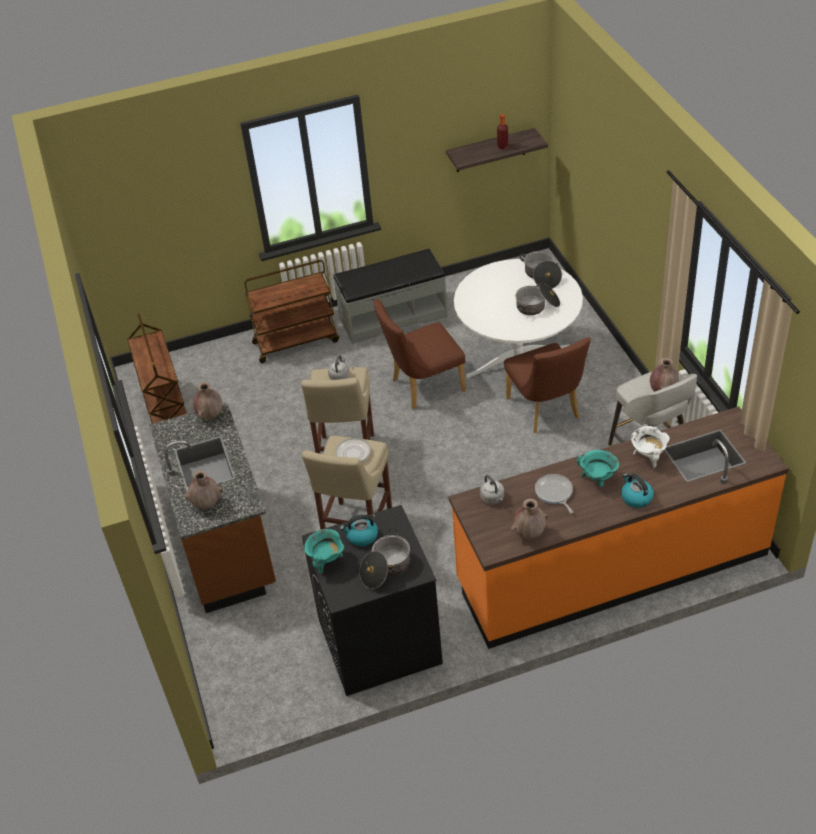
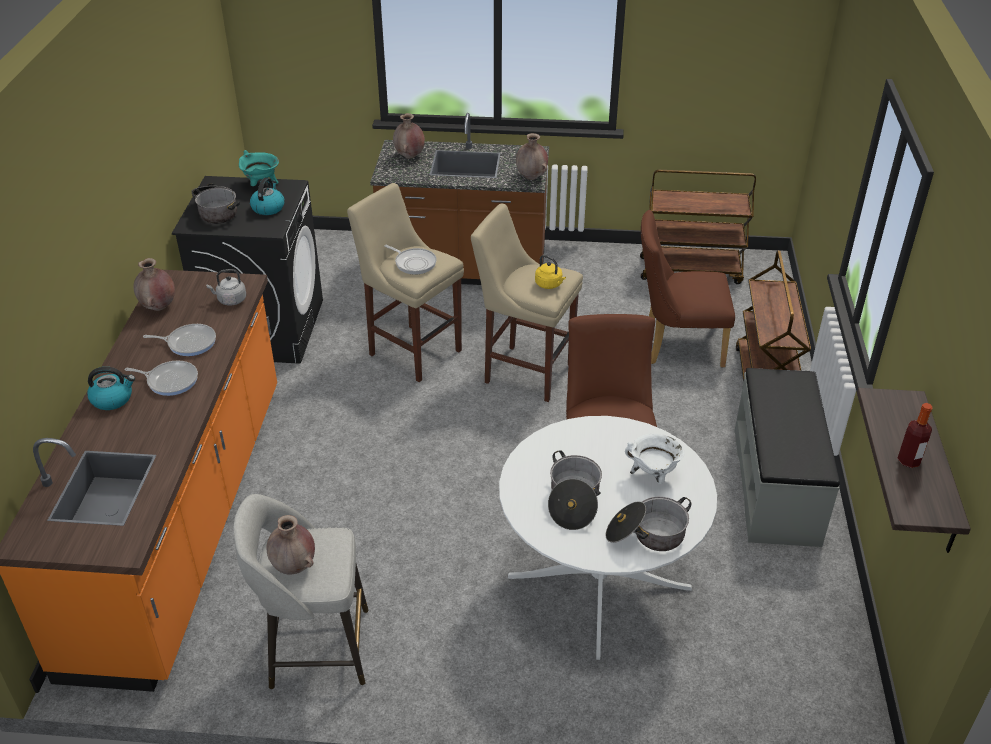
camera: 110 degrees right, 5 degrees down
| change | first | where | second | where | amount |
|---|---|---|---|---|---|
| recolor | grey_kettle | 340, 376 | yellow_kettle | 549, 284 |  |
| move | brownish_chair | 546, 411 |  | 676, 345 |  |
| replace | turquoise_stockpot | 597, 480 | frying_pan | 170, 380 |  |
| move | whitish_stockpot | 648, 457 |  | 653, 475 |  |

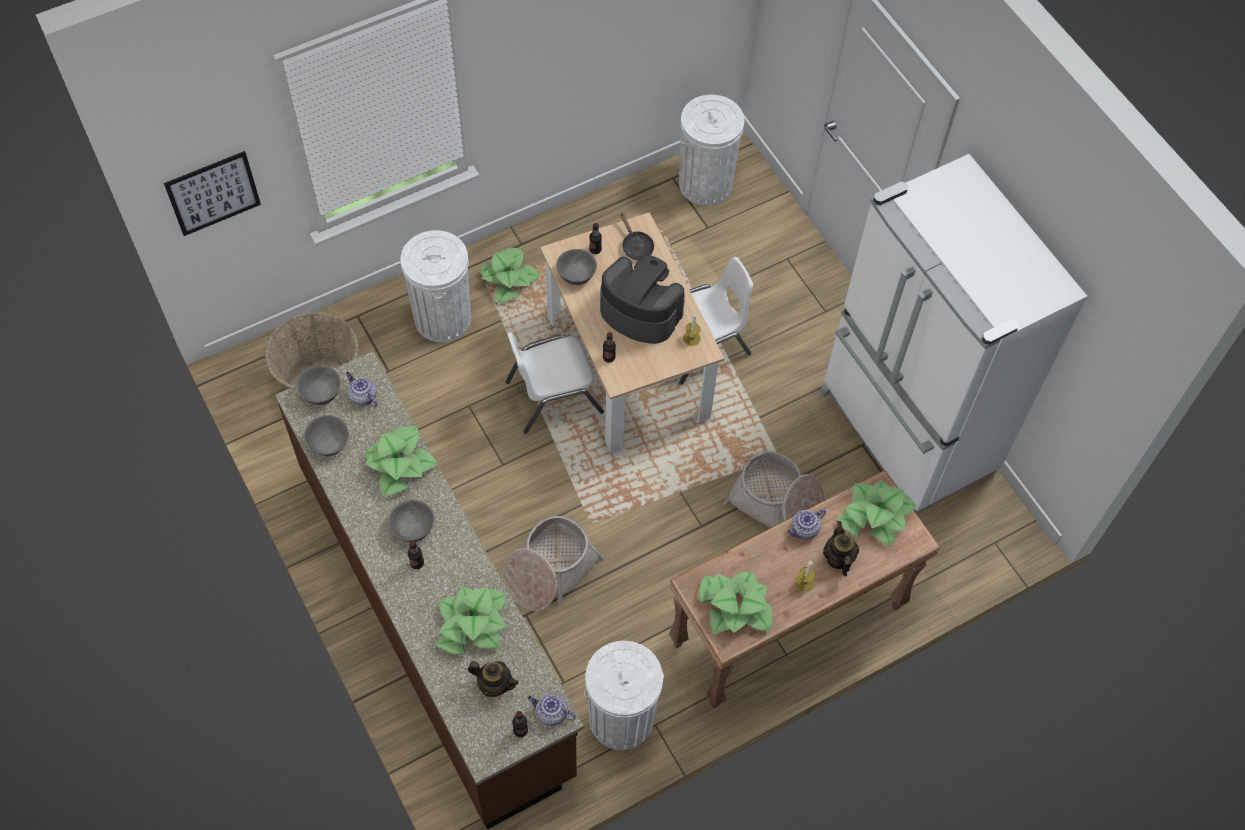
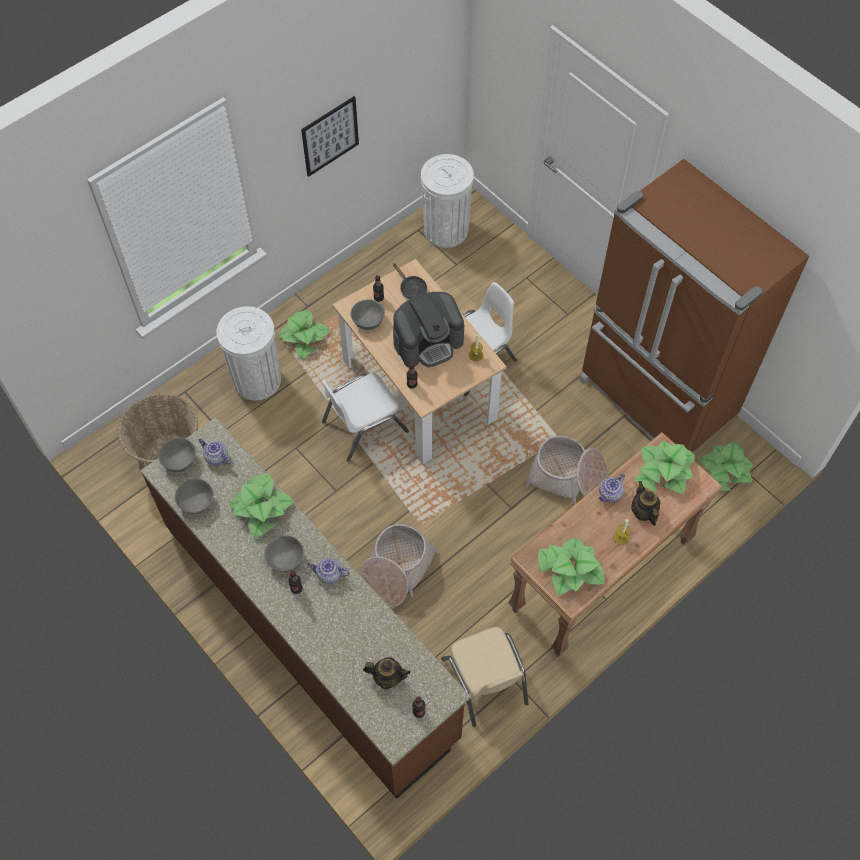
camera: 10 degrees left, 0 degrees up
| change | first | where | second | where | amount |
|---|---|---|---|---|---|
| move | wall_picture | 213, 193 |  | 330, 136 |  |
| move | houseplant | 472, 624 |  | 725, 470 |  |
| move | tea_pot | 551, 713 |  | 329, 574 |  |
| replace | whitish_rubbish_bin | 621, 718 | beige-coloured_chair | 485, 681 |  |
| rotate | coffee_machine | 640, 312 |  | 428, 342 | 135 degrees clockwise |
| recolor | whitish_refrigerator | 905, 433 | brownish_refrigerator | 655, 400 |  |

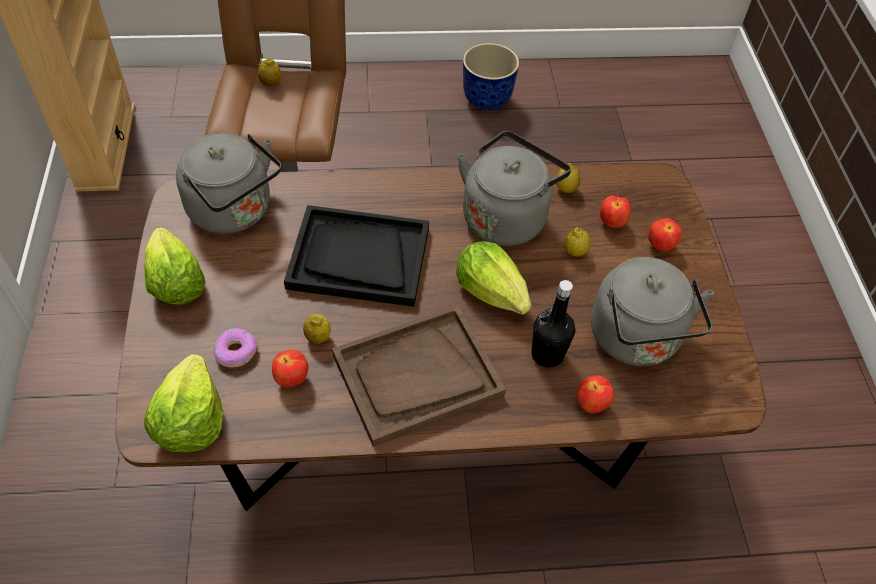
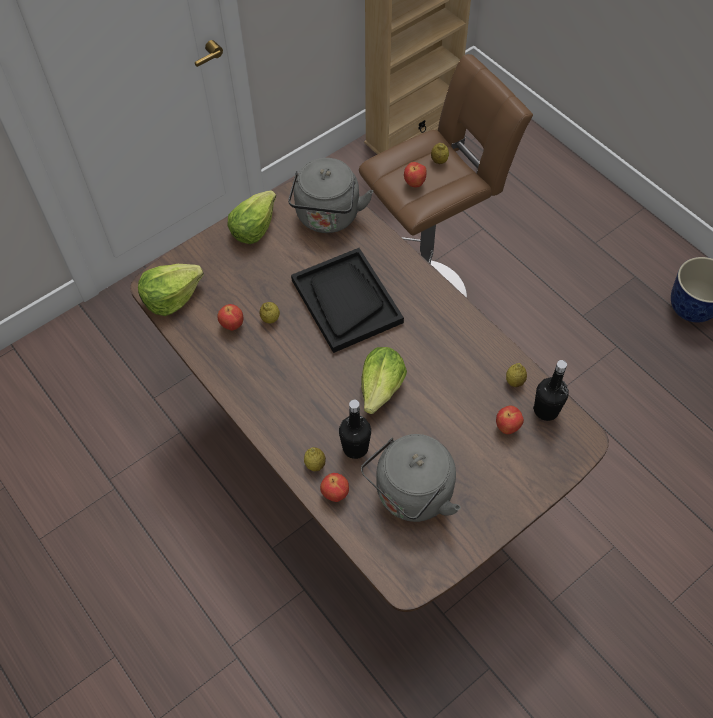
camera: 60 degrees right, 5 degrees up
| change | first | where | second | where | amount |
|---|---|---|---|---|---|
| delete | doughnut | 235, 351 |  |  |  |
| delete | brownish_serving_tray | 417, 376 |  |  |  |
| delete | grey_kettle | 506, 216 |  |  |  |
| move | citrus_fruit | 575, 252 |  | 315, 464 |  |
| move | whole_apple | 660, 246 |  | 414, 184 |  |
| insert |  |  | black_drink_bottle | 546, 410 |  |

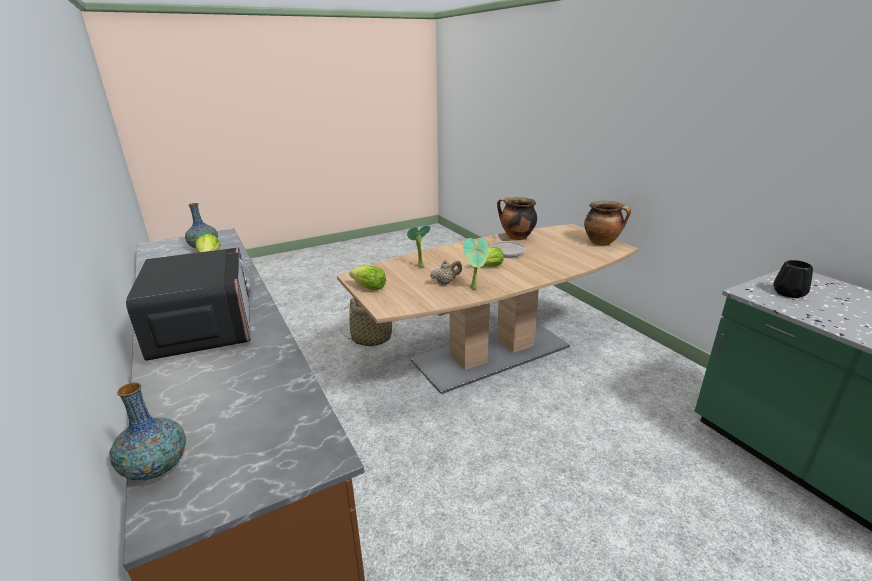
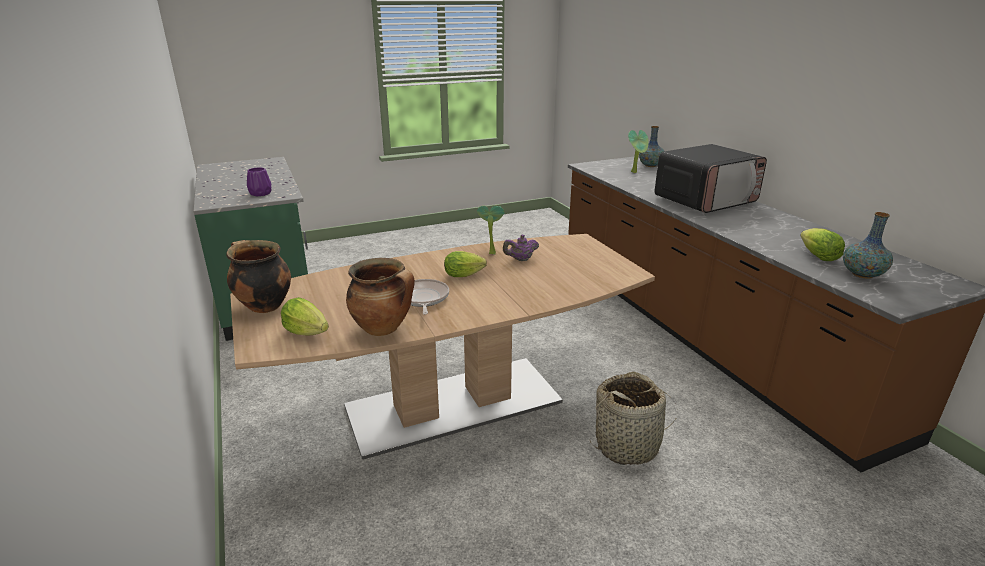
camera: 175 degrees left, 0 degrees up
| change | first | where | second | where | amount |
|---|---|---|---|---|---|
| rotate | kitchen_microwave | 204, 328 |  | 705, 200 | 105 degrees counterclockwise |
| move | lettuce_head | 369, 288 |  | 306, 332 |  |
| move | houseplant | 419, 266 |  | 635, 172 |  |
| recolor | beige-coloured_tea_pot | 446, 282 | purplish_tea_pot | 520, 259 |  |
| recolor | black_flower_vase | 789, 293 | purplish_flower_vase | 260, 193 |  |

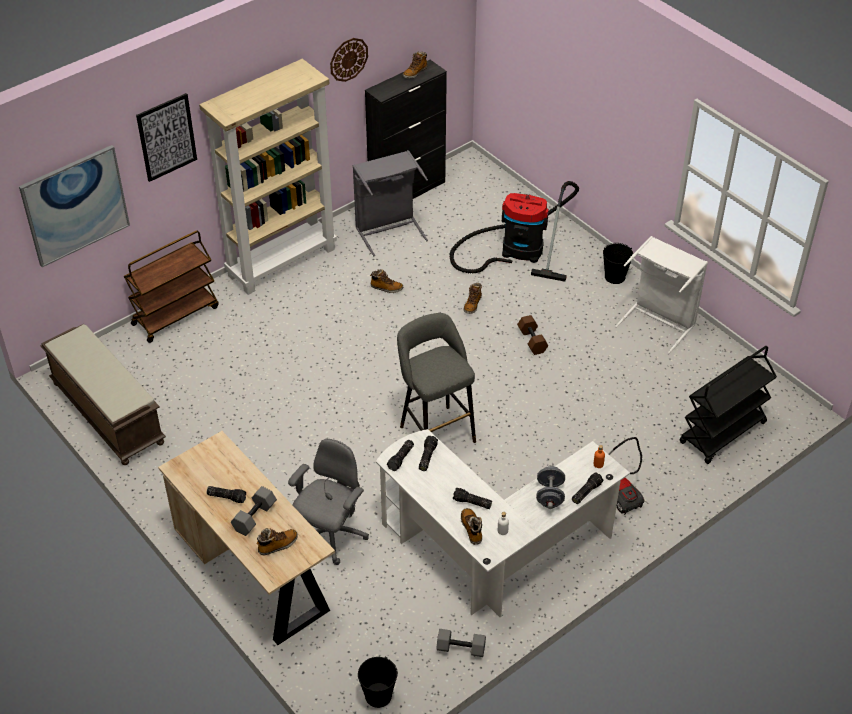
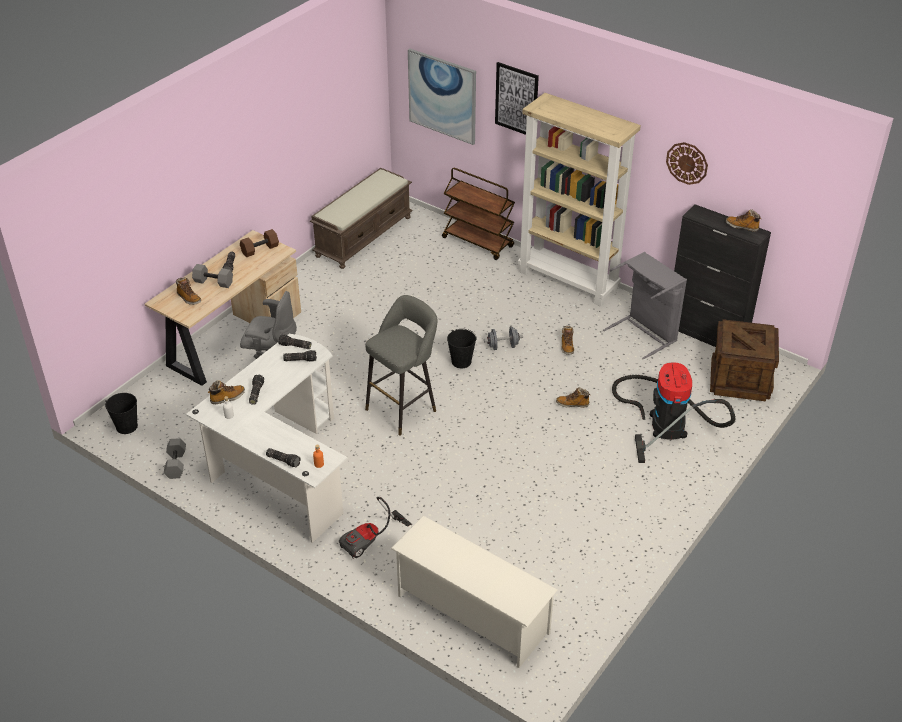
camera: 75 degrees right, 5 degrees down
| change | first | where | second | where | amount |
|---|---|---|---|---|---|
| move | brownish_free_weight | 531, 340 |  | 260, 249 |  |
| move | grey_free_weight | 550, 495 |  | 503, 346 |  |
| move | black_bucket | 615, 277 |  | 461, 362 |  |
| delete | whitish_washing_basket | 659, 321 |  |  |  |
| replace | black_trolley | 722, 434 | whitish_shoe_stand | 471, 614 |  |
| insert |  |  | packing_crate | 740, 380 |  |

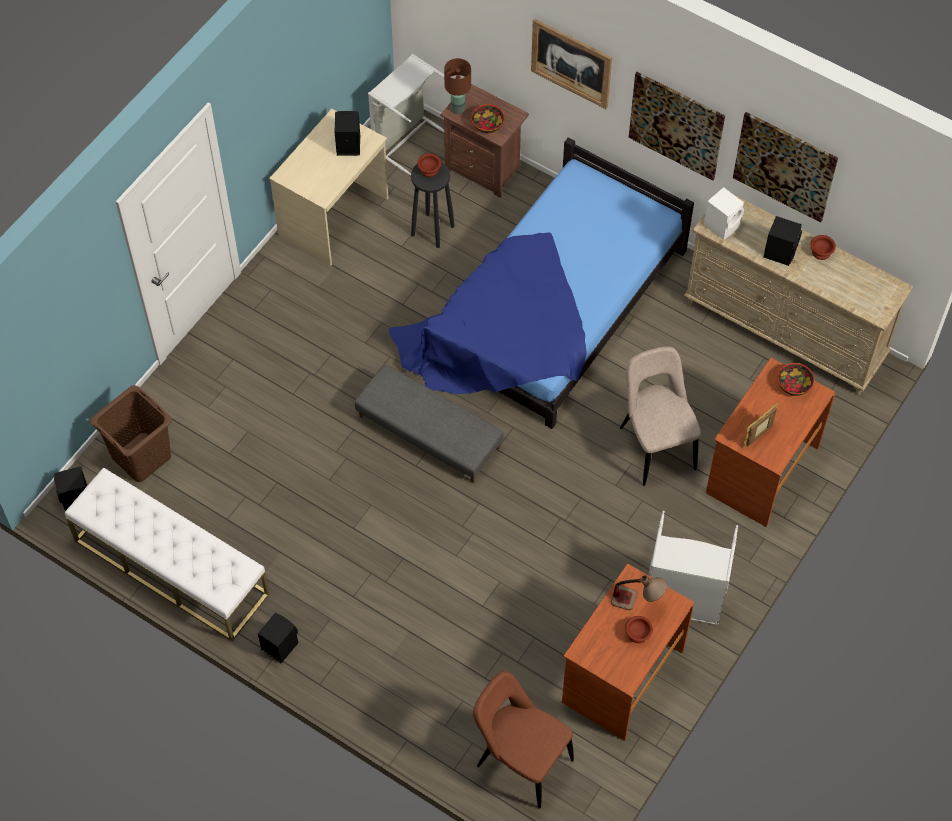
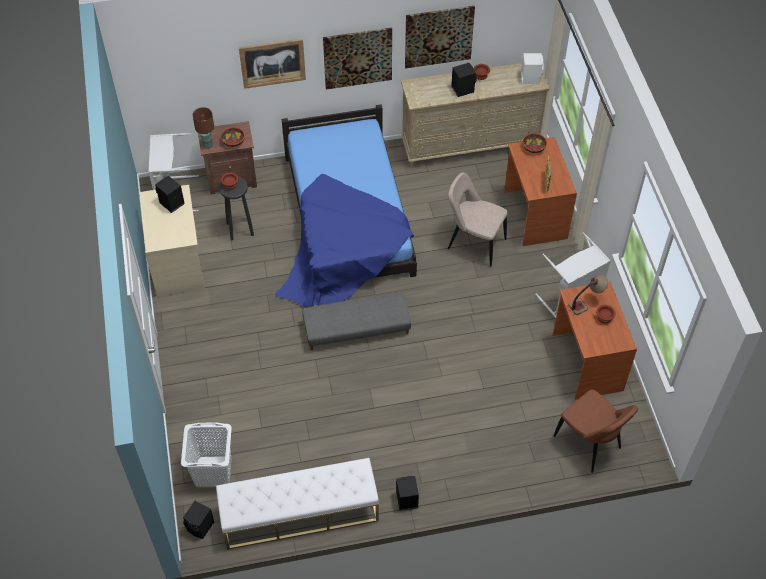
camera: 45 degrees left, 5 degrees down
| change | first | where | second | where | amount |
|---|---|---|---|---|---|
| recolor | brownish_washing_basket | 142, 457 | whitish_washing_basket | 213, 471 |  |
| rotate | brownish_chair | 520, 761 |  | 589, 444 | 120 degrees counterclockwise |
| move | whitish_loudspeaker | 722, 225 |  | 530, 77 |  |

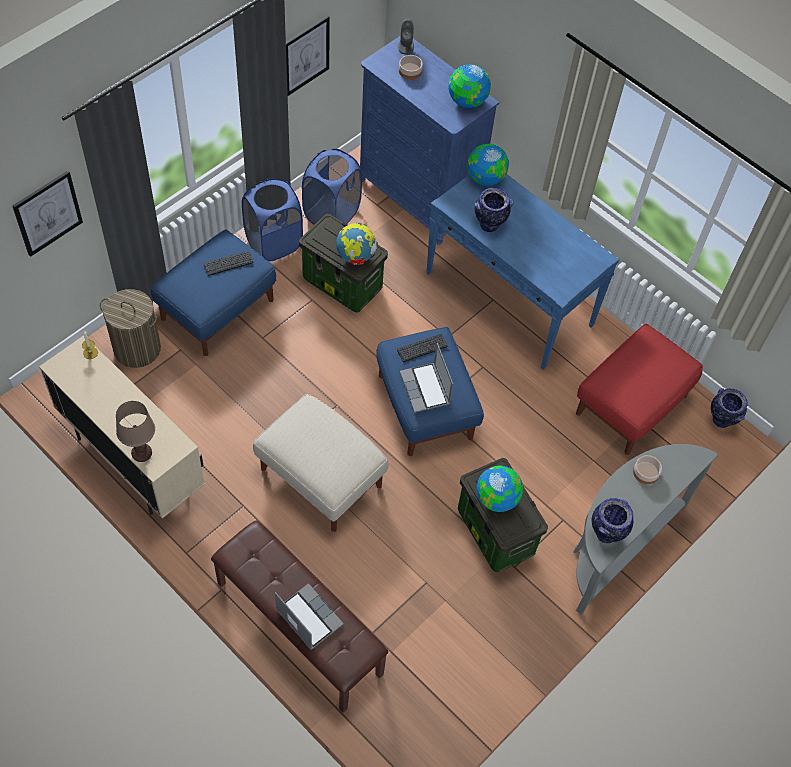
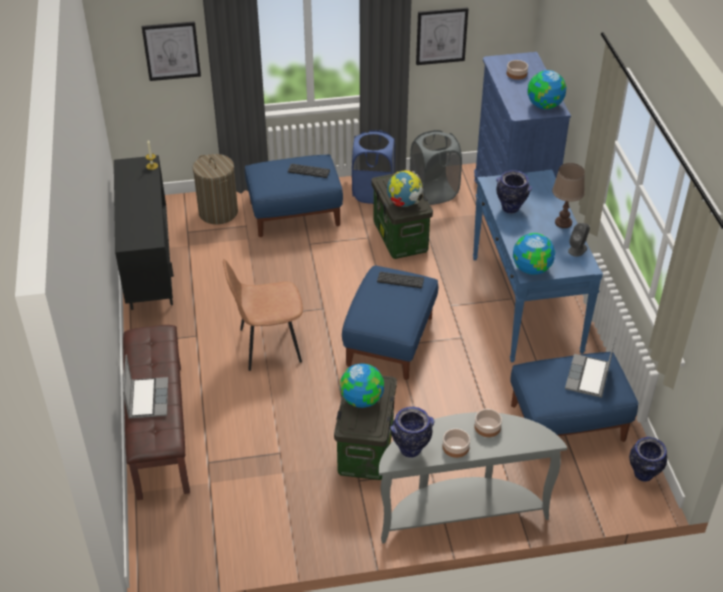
camera: 40 degrees right, 15 degrees down
| change | first | where | second | where | amount |
|---|---|---|---|---|---|
| recolor | beige-coloured_storage_cabinet | 132, 462 | black_storage_cabinet | 150, 274 |  |
| move | brownish_lamp_for_a_table | 141, 452 |  | 563, 222 |  |
| replace | beige-coloured_pouffe | 321, 476 | brownish_chair | 268, 345 |  |
| recolor | bluish_washing_basket | 331, 213 | grey_washing_basket | 434, 193 |  |
| move | grey_loudspeaker | 406, 46 |  | 577, 249 |  |
| move | notebook_computer | 426, 389 |  | 588, 378 |  |
| move | world_globe | 485, 178 |  | 531, 269 |  |
| recolor | red_pouffe | 632, 404 | bluish_pouffe | 568, 422 |  |
| insert |  |  | deep_dish | 455, 446 |  |

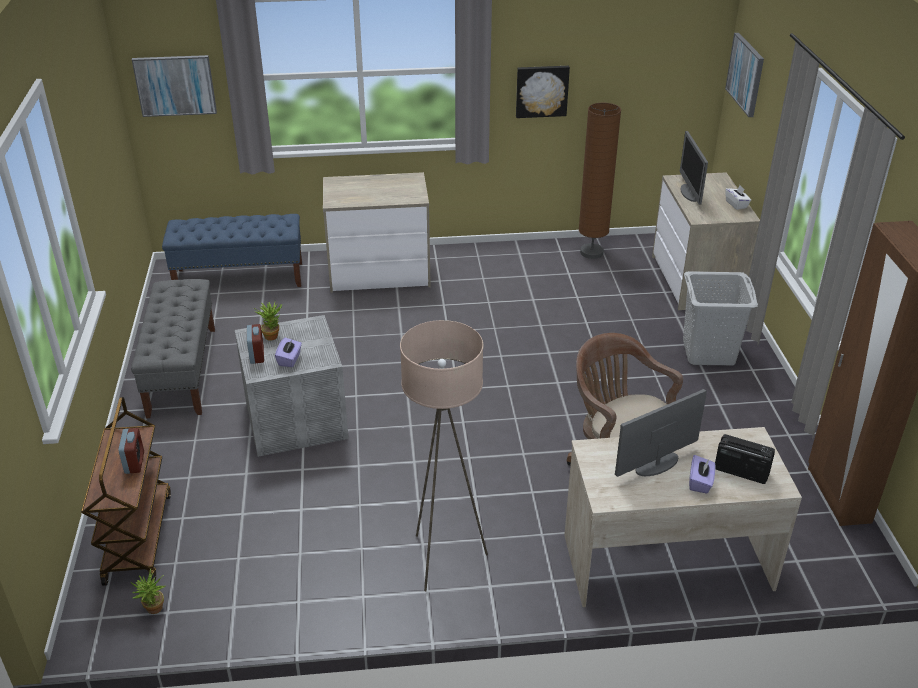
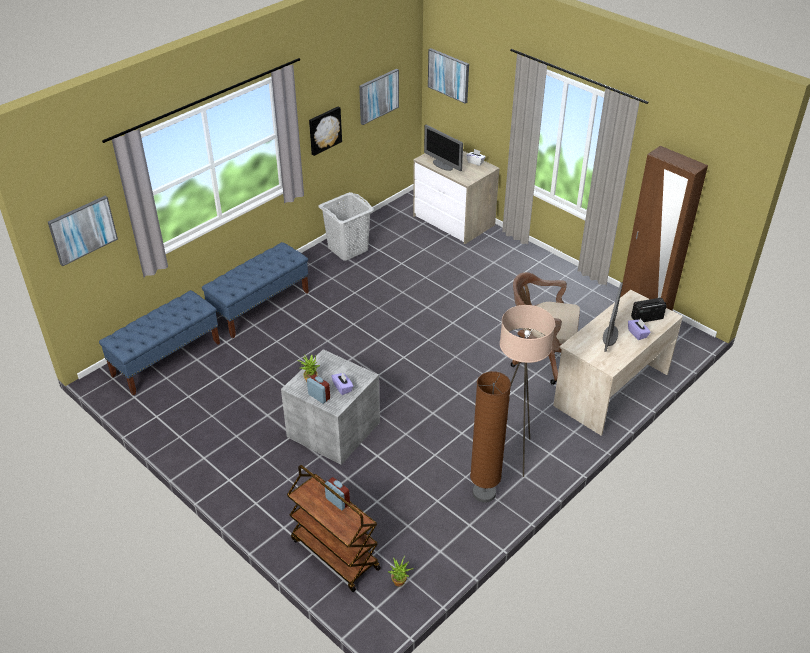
camera: 40 degrees left, 5 degrees up
| change | first | where | second | where | amount |
|---|---|---|---|---|---|
| delete | grey_bench | 182, 371 |  |  |  |
| replace | drawer_chest | 380, 272 | bluish_bench | 260, 306 |  |
| move | brownish_standing_lamp | 591, 252 |  | 484, 493 |  |
| move | grey_washing_basket | 709, 352 |  | 348, 249 |  |
| insert |  |  | wall_picture | 378, 96 |  |

